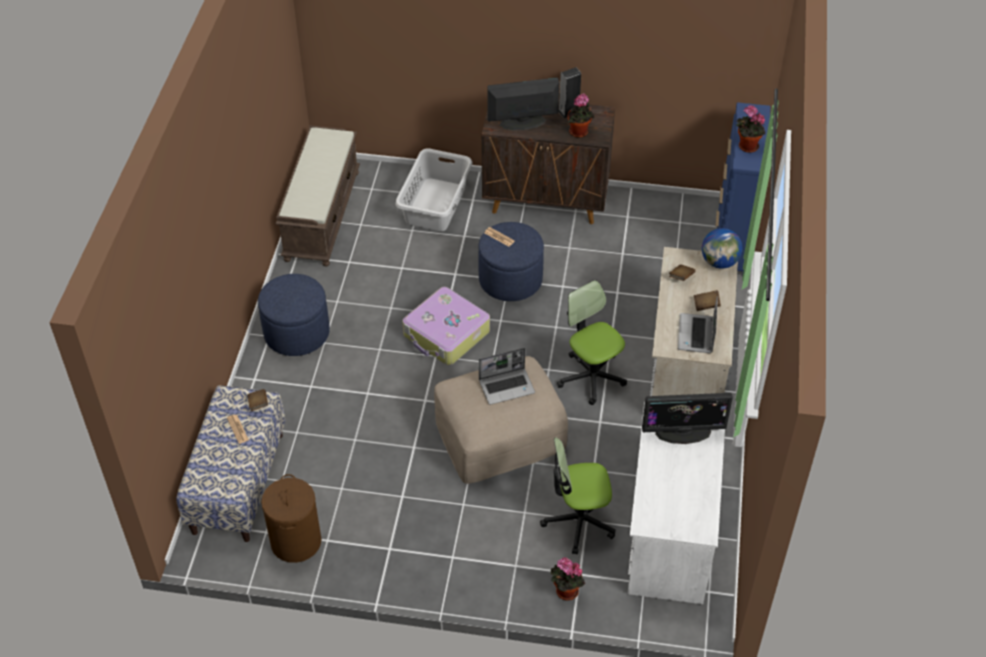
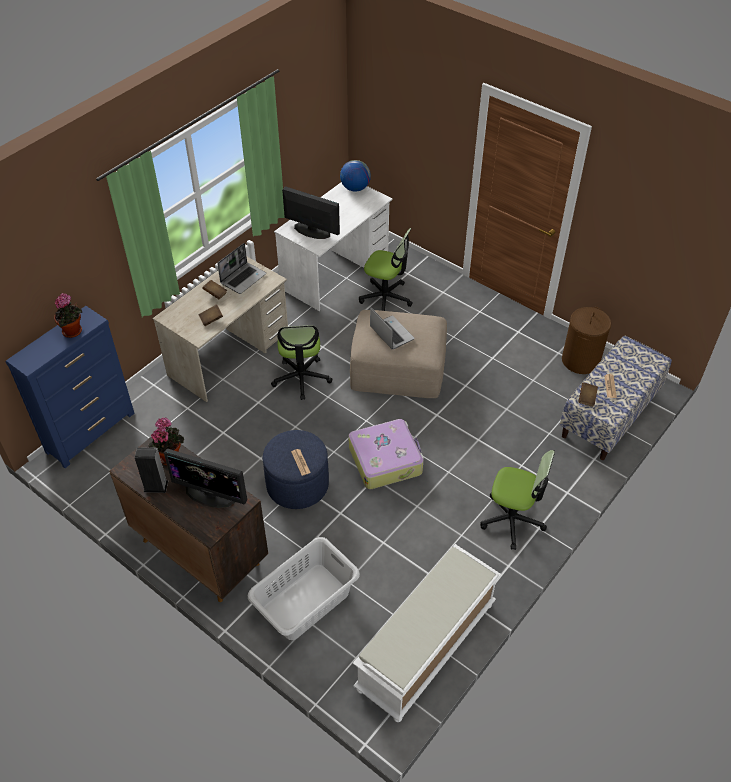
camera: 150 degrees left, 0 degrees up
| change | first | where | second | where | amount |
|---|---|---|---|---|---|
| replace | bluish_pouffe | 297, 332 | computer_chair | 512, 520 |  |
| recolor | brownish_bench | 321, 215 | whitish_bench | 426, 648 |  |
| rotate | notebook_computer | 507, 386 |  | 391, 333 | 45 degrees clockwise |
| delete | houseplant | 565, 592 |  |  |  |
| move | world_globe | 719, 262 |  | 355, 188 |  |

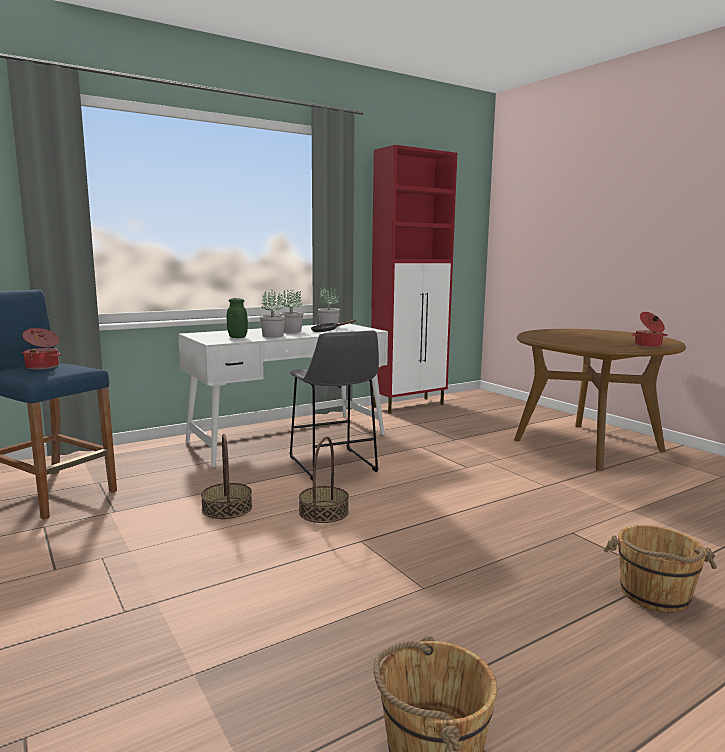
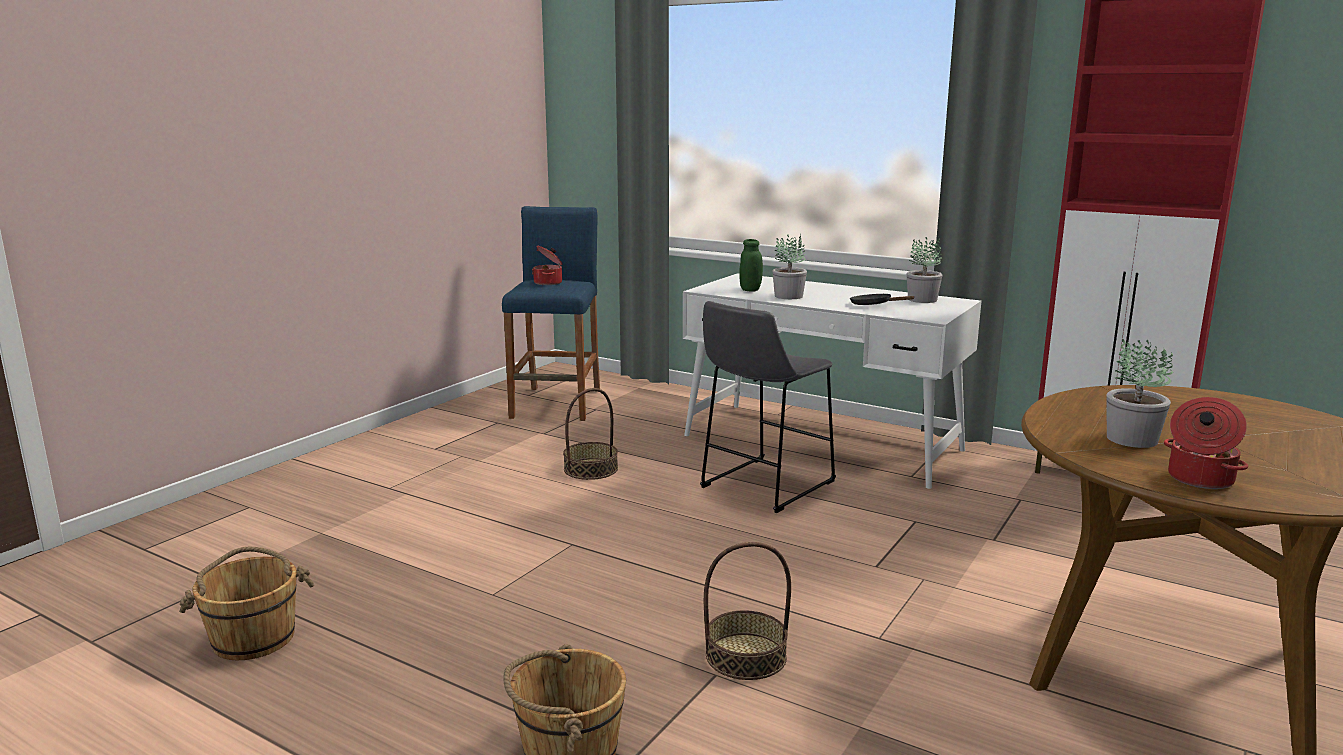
camera: 65 degrees right, 5 degrees up
| change | first | where | second | where | amount |
|---|---|---|---|---|---|
| move | houseplant | 291, 331 |  | 1131, 439 |  |
| move | basket | 323, 512 |  | 746, 656 |  |

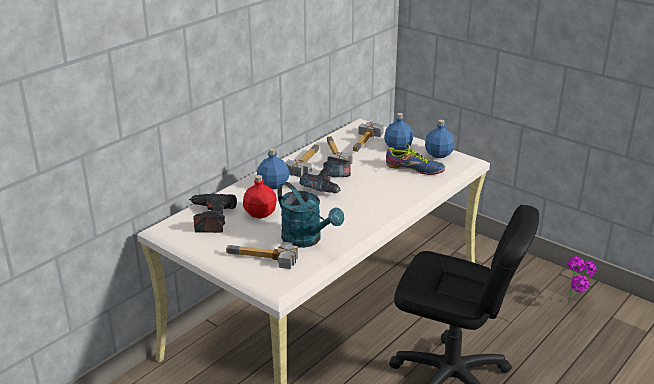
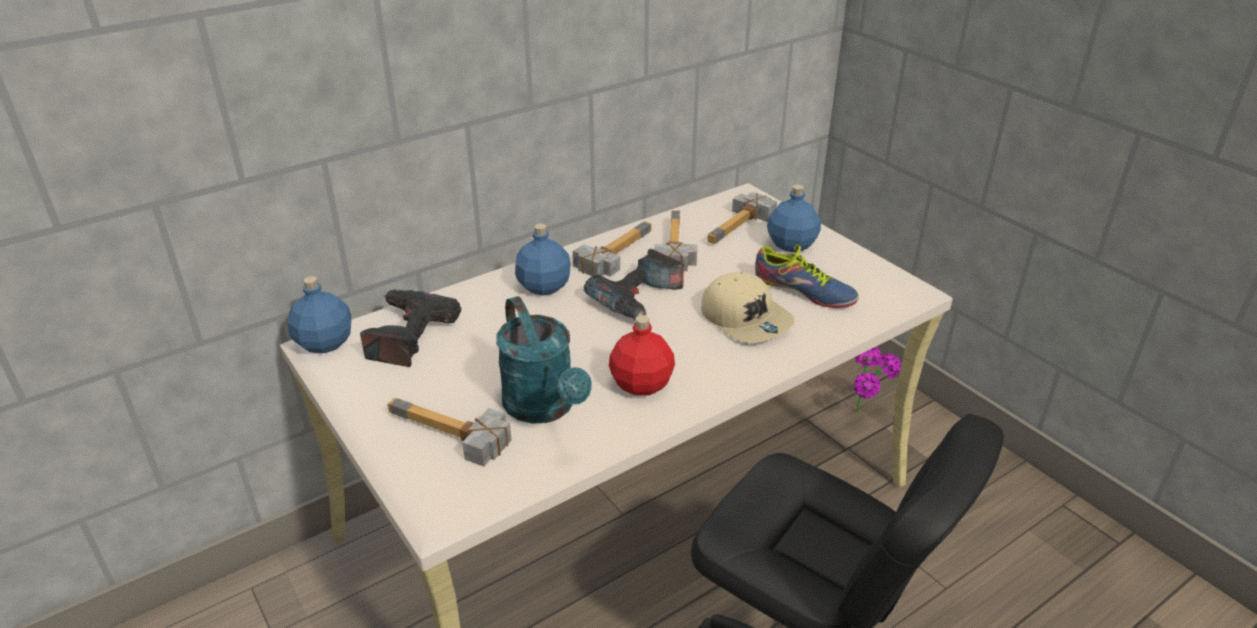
camera: 15 degrees right, 5 degrees up
| change | first | where | second | where | amount |
|---|---|---|---|---|---|
| move | red_drink_bottle | 260, 213 |  | 642, 385 |  |
| move | bluish_drink_bottle | 439, 154 |  | 325, 343 |  |
| move | houseplant | 575, 304 |  | 866, 416 |  |
| insert |  |  | beige-coloured_cap | 746, 319 |  |

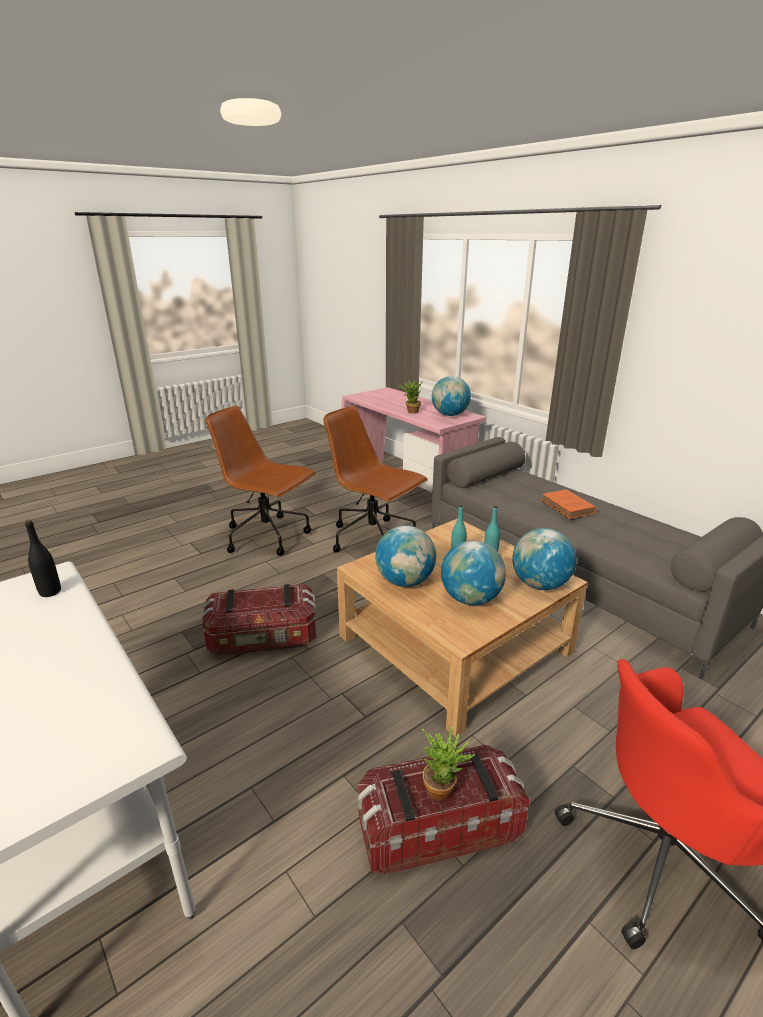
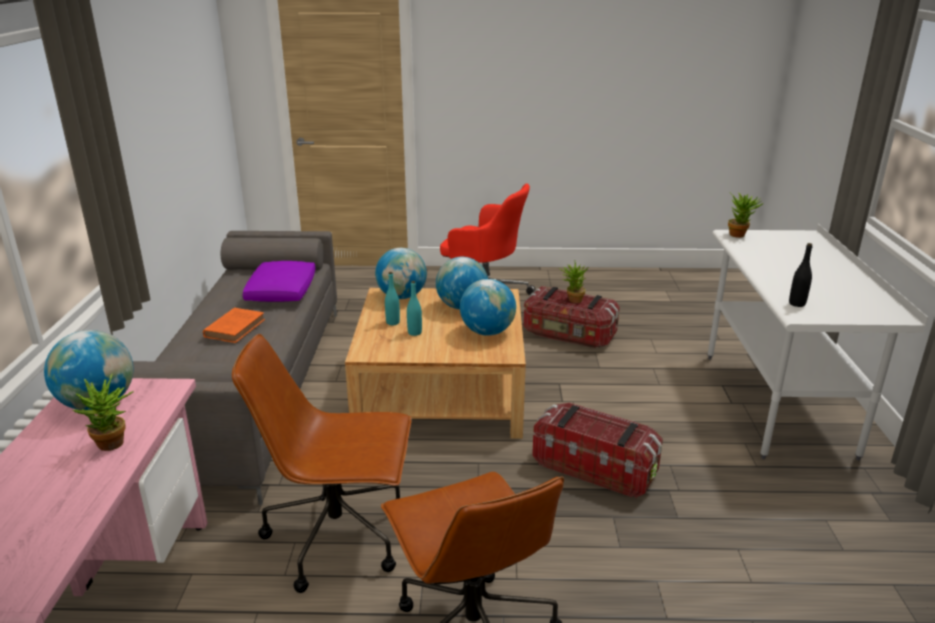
camera: 140 degrees left, 0 degrees up
| change | first | where | second | where | amount |
|---|---|---|---|---|---|
| rotate | brownish_computer_chair | 373, 539 |  | 339, 537 | 105 degrees clockwise |
| insert |  |  | purplish_cushion | 282, 292 |  |
| insert |  |  | houseplant | 739, 234 |  |

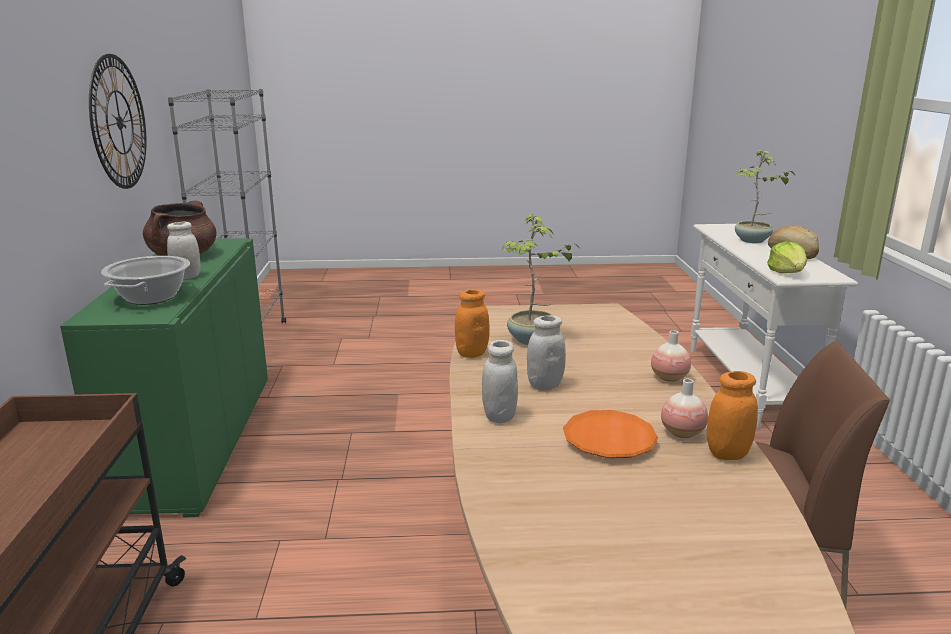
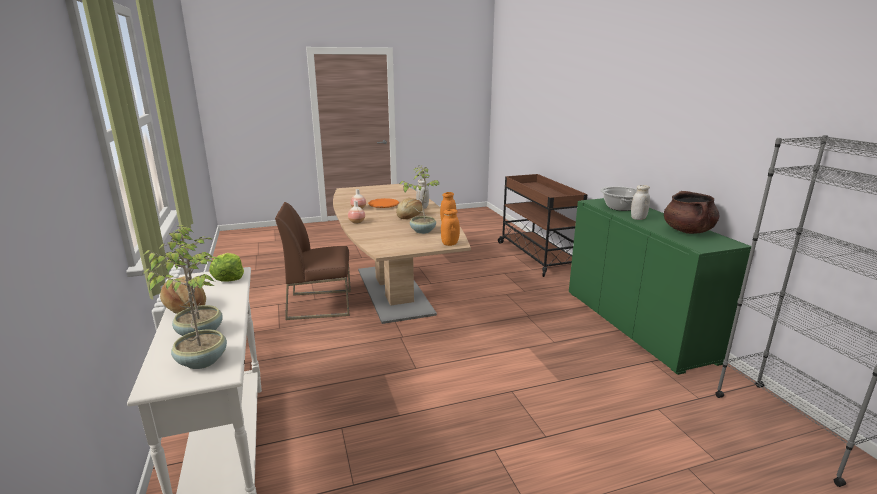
camera: 165 degrees right, 0 degrees up
| change | first | where | second | where | amount |
|---|---|---|---|---|---|
| delete | hanging_clock | 119, 122 |  |  |  |
| replace | whitish_jar | 544, 385 | baked_bread | 409, 216 |  |
| move | orange-coloured_jar | 728, 454 |  | 450, 243 |  |
| insert |  |  | houseplant | 202, 360 |  |

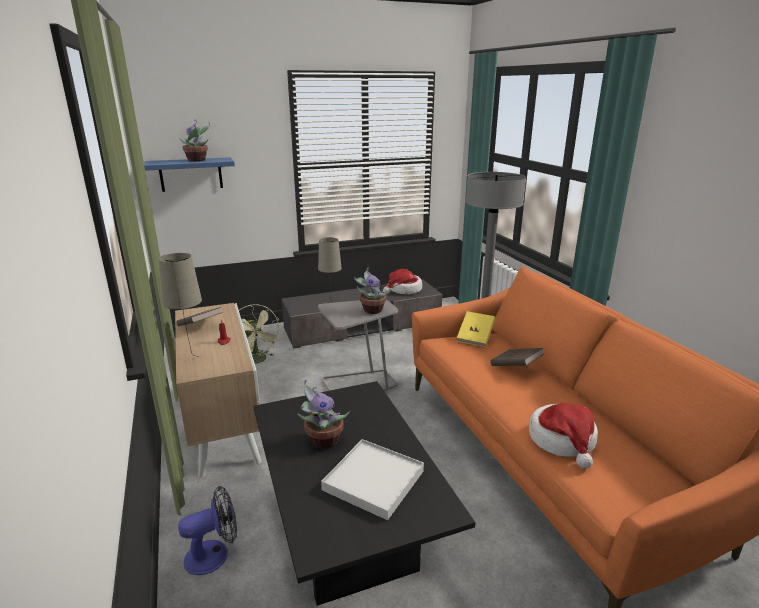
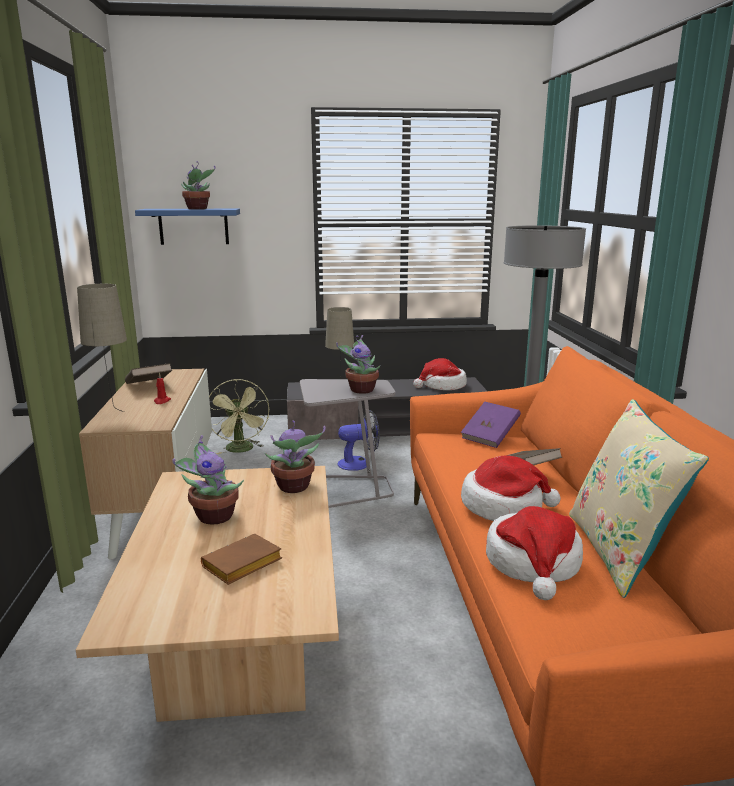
camera: 15 degrees right, 5 degrees down
| change | first | where | second | where | amount |
|---|---|---|---|---|---|
| move | electric_fan | 214, 554 |  | 359, 463 |  |
| recolor | black_coffee_table | 349, 537 | beige-coloured_coffee_table | 240, 653 |  |
| replace | whitish_serving_tray | 373, 481 | brownish_volume | 241, 566 |  |
| recolor | yellow_volume | 475, 337 | purplish_volume | 490, 437 |  |
| insert |  |  | houseplant | 294, 487 |  |
| insert |  |  | clothing_hat | 504, 506 |  |
| insert |  |  | beige-coloured_cushion | 619, 552 |  |

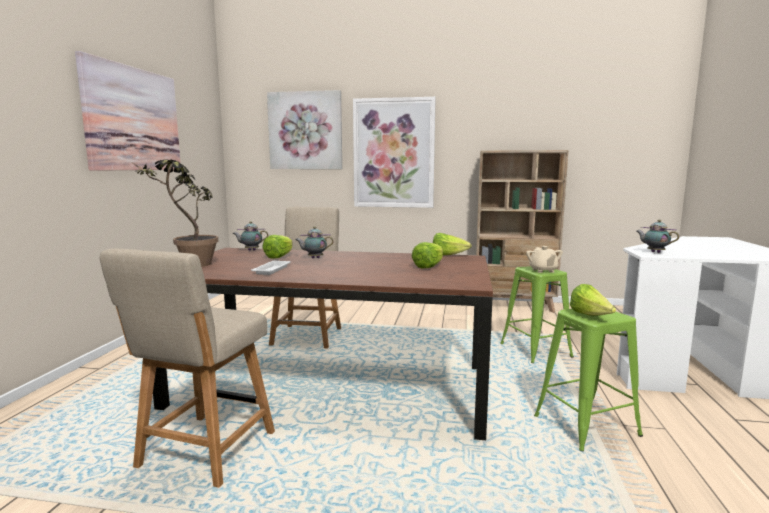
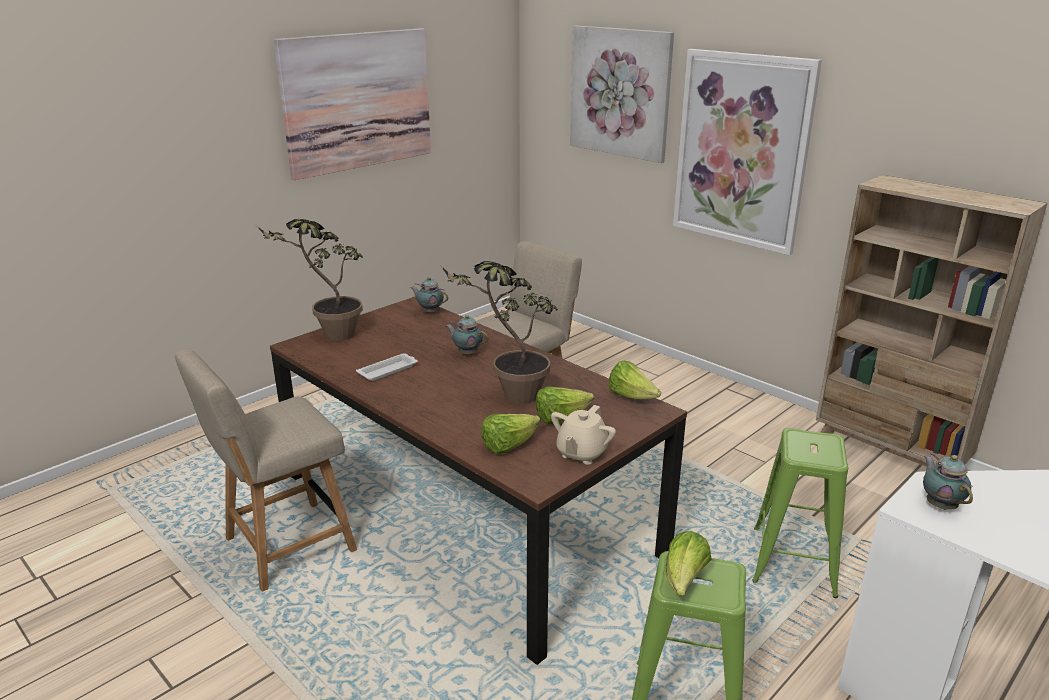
camera: 35 degrees right, 15 degrees up
| change | first | where | second | where | amount |
|---|---|---|---|---|---|
| move | lettuce_head | 279, 256 |  | 508, 446 |  |
| move | beige-coloured_tea_pot | 543, 270 |  | 581, 453 |  |
| insert |  |  | houseplant | 508, 395 |  |

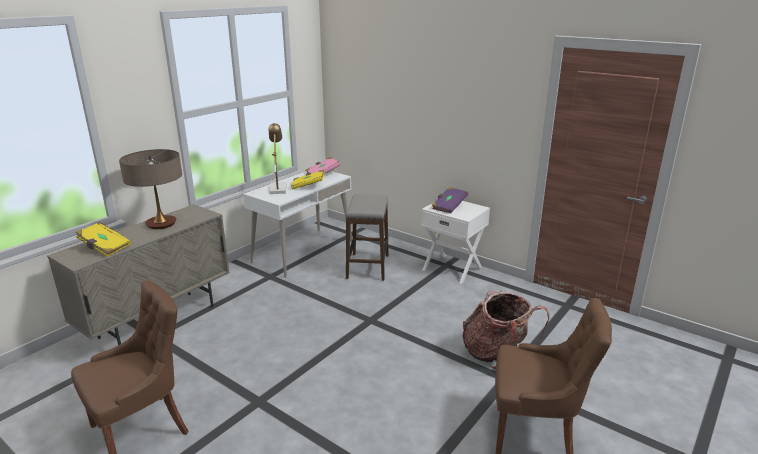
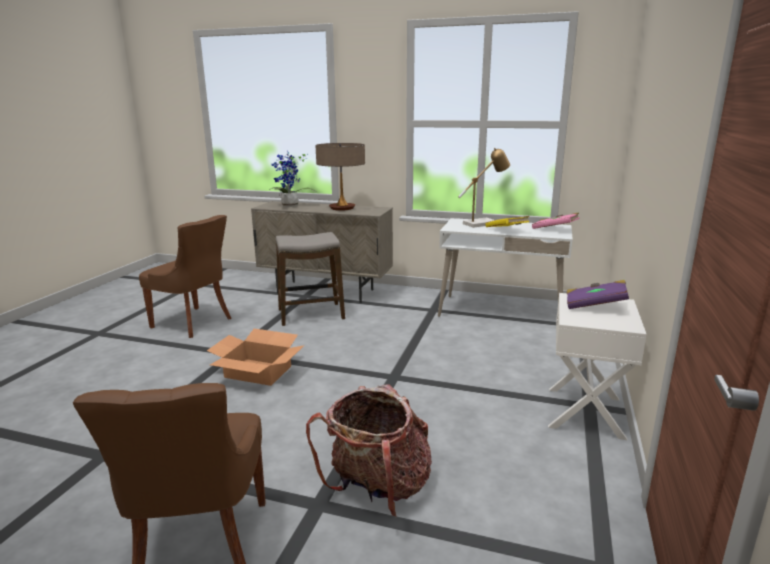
camera: 70 degrees right, 5 degrees down
| change | first | where | second | where | amount |
|---|---|---|---|---|---|
| replace | yellow_volume | 104, 247 | houseplant | 290, 206 |  |
| move | sitting_stool | 368, 267 |  | 311, 314 |  |
| insert |  |  | carton | 258, 372 |  |

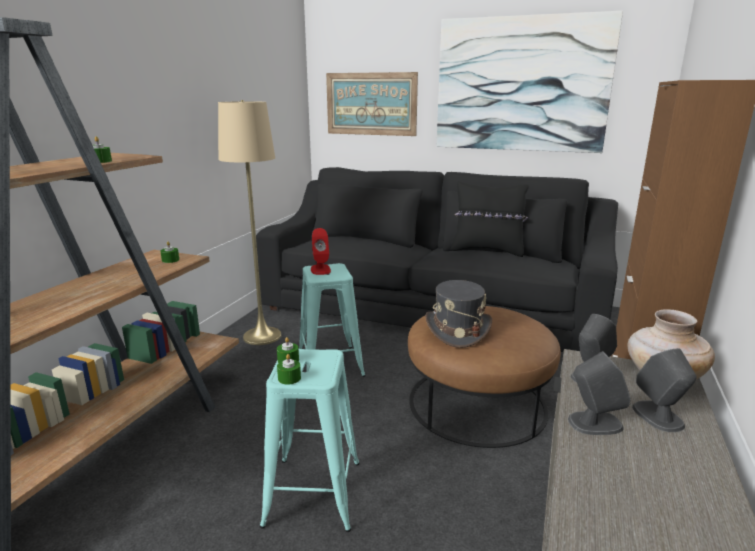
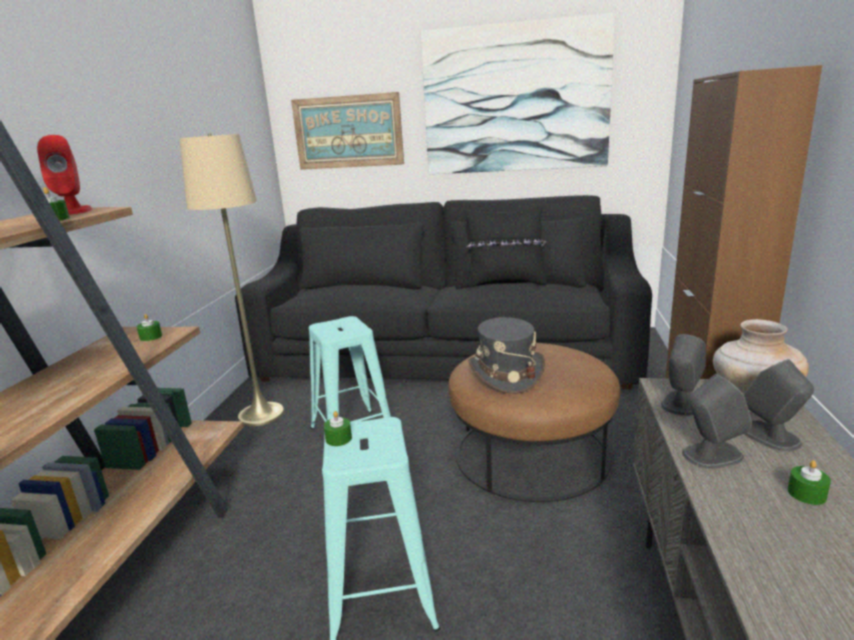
camera: 10 degrees left, 0 degrees up
| change | first | where | second | where | amount |
|---|---|---|---|---|---|
| move | green-coloured_wax_light | 289, 378 |  | 806, 494 |  |
| move | red_loudspeaker | 320, 269 |  | 72, 211 |  |

